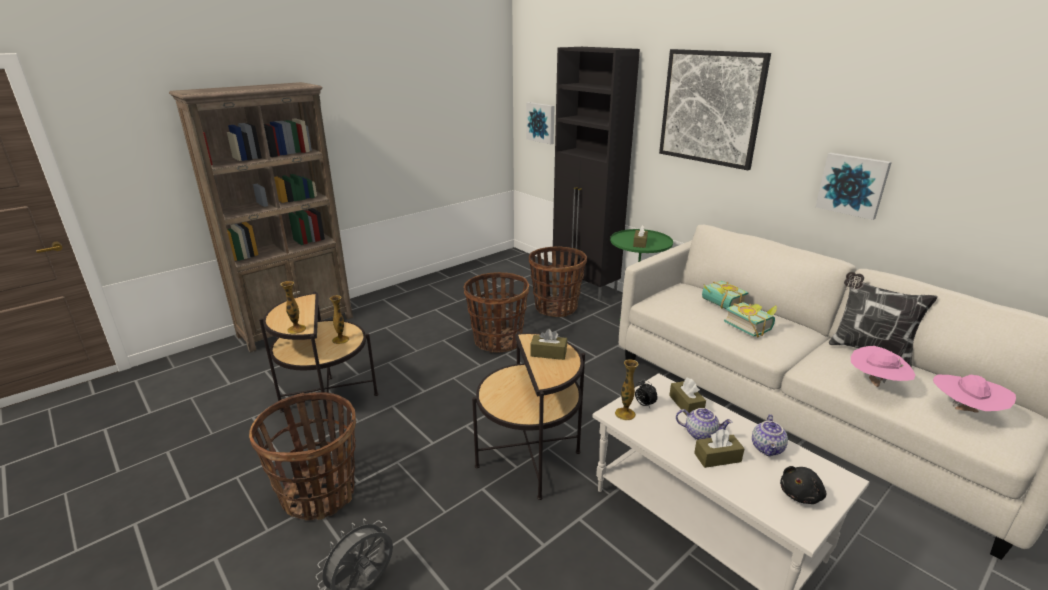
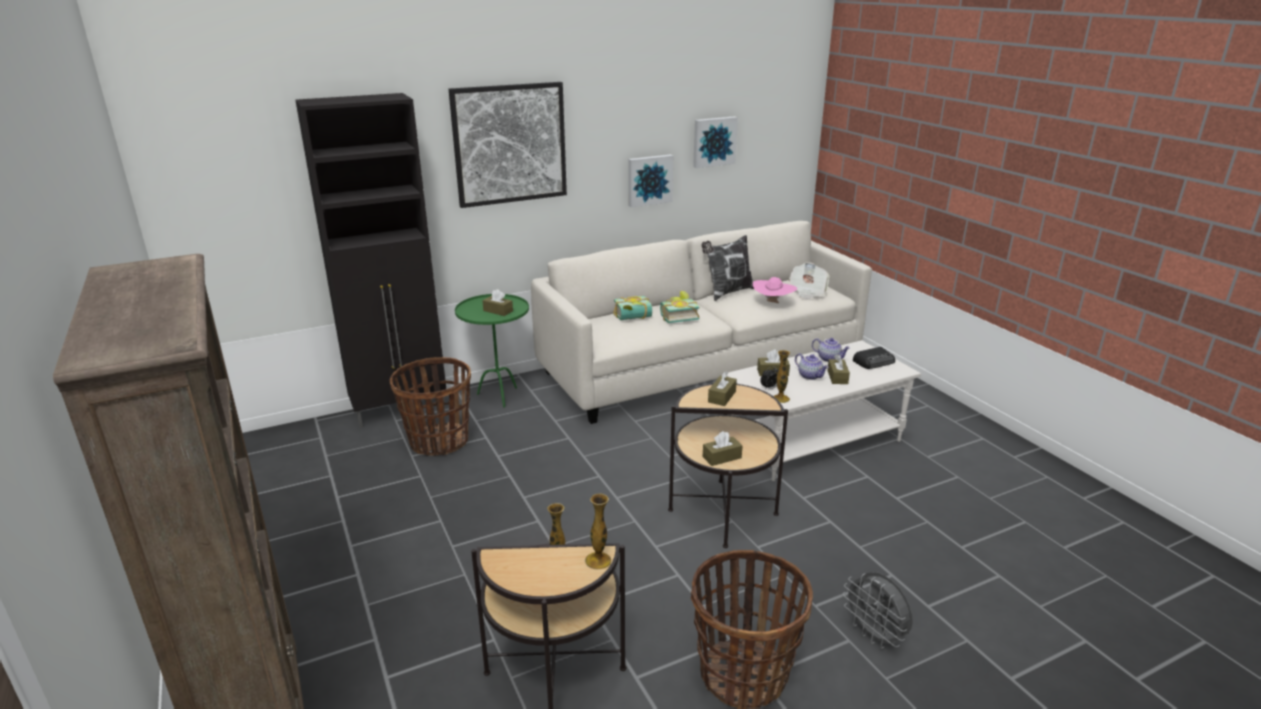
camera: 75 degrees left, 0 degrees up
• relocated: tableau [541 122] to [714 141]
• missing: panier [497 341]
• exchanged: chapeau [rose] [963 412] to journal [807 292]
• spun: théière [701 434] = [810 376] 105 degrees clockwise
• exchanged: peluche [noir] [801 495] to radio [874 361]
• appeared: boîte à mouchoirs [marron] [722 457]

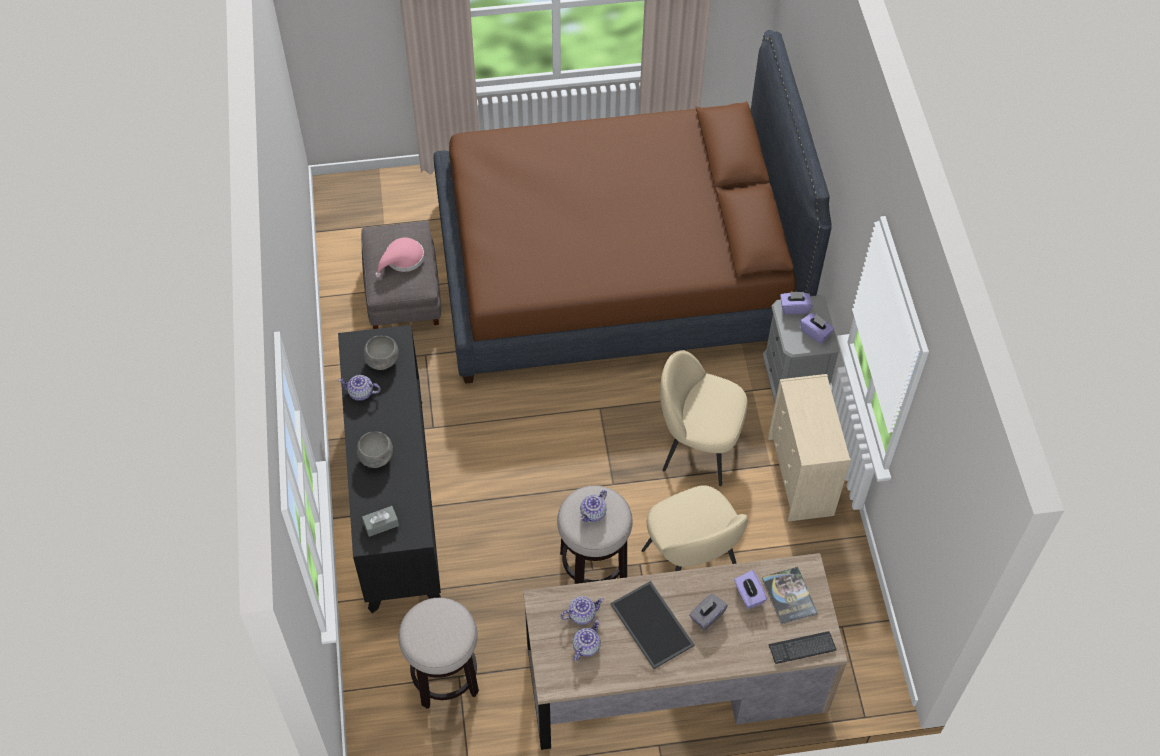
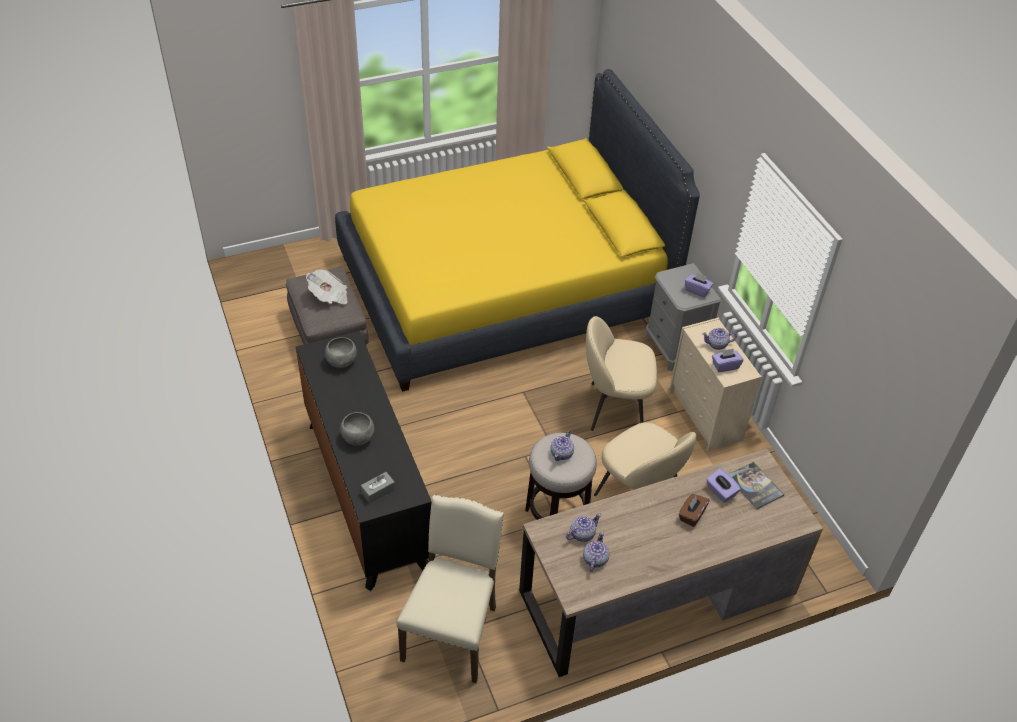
camera: 15 degrees left, 10 degrees down
• colour: lit [marron] [617 269] to lit [jaune] [505 288]
• exchanged: chapeau [rose] [402 260] to journal [329 296]
• relocated: boîte à mouchoirs [violet] [794 308] to [725 366]
• relocated: théière [361 393] to [717 344]
• missing: plateau [653 625]
• colour: boîte à mouchoirs [gris] [707 616] to boîte à mouchoirs [marron] [691 515]
• exchanged: tabouret [445 676] to chaise [beige] [452 632]
• missing: clavier [802 648]

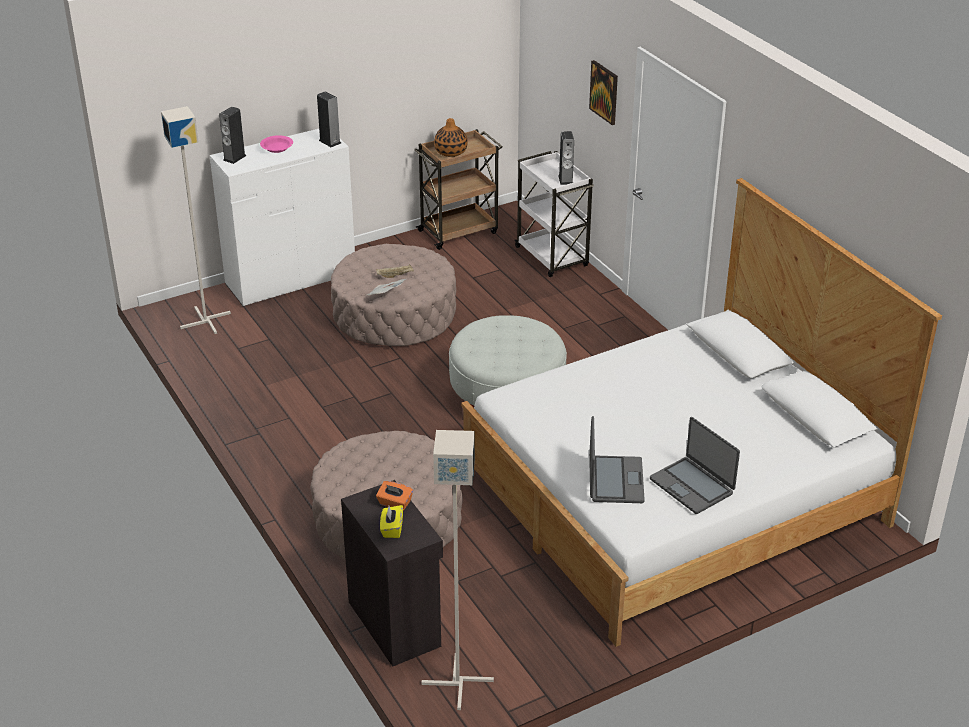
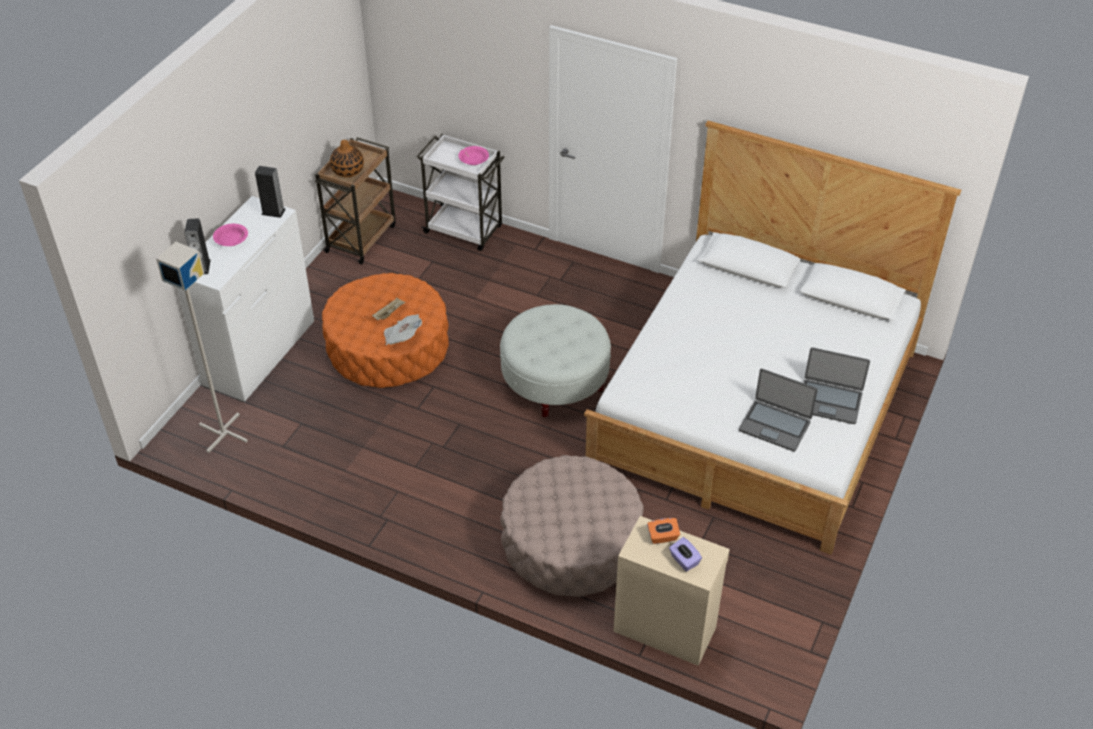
camera: 35 degrees left, 10 degrees up
• missing: tableau [604 92]
• exchanged: enceinte [565 179] to bol [rose] [473 159]
• colour: pouf [beige] [394 315] to pouf [orange] [388 347]
• spun: ordinateur portable [615 480] = [775 425] 150 degrees clockwise
• missing: lampadaire [gris] [456 682]
• colour: meuble de rangement [noir] [395 623] to meuble de rangement [beige] [664 628]
• colour: boîte à mouchoirs [jaune] [392 529] to boîte à mouchoirs [violet] [684 560]

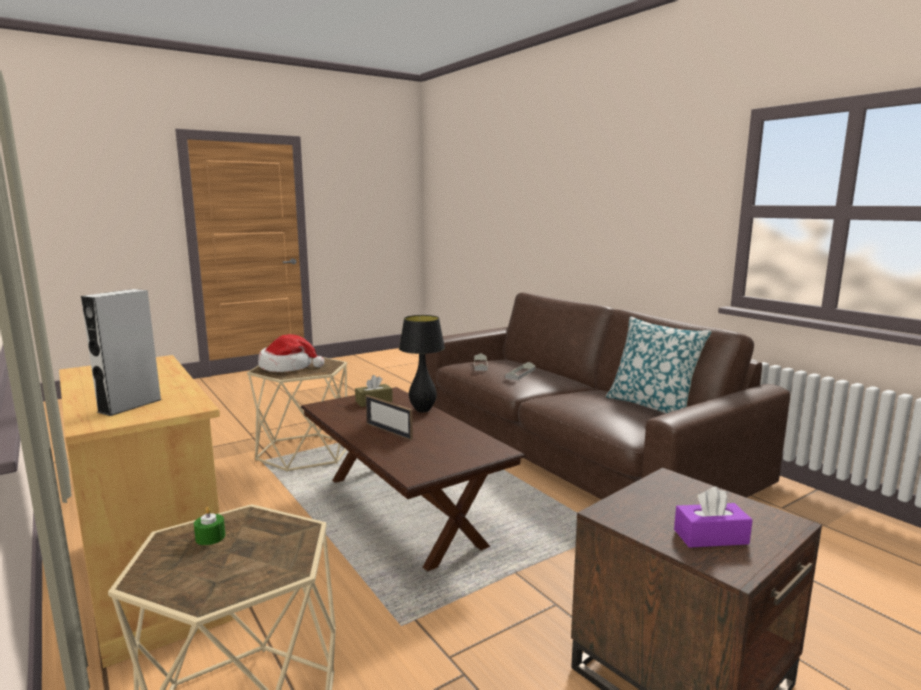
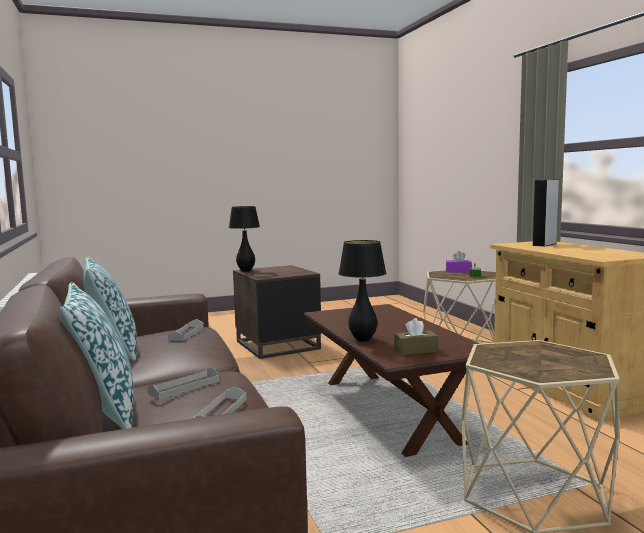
camera: 165 degrees left, 5 degrees down
• missing: chapeau [288 367]
• missing: cadre photo [388 431]
• relocated: boîte à mouchoirs [violet] [710 537] to [458 271]
• appeared: lampe de table [noir] [246 271]
• appeared: coussin [102 411]
• appeared: plateau [gris] [186 333]

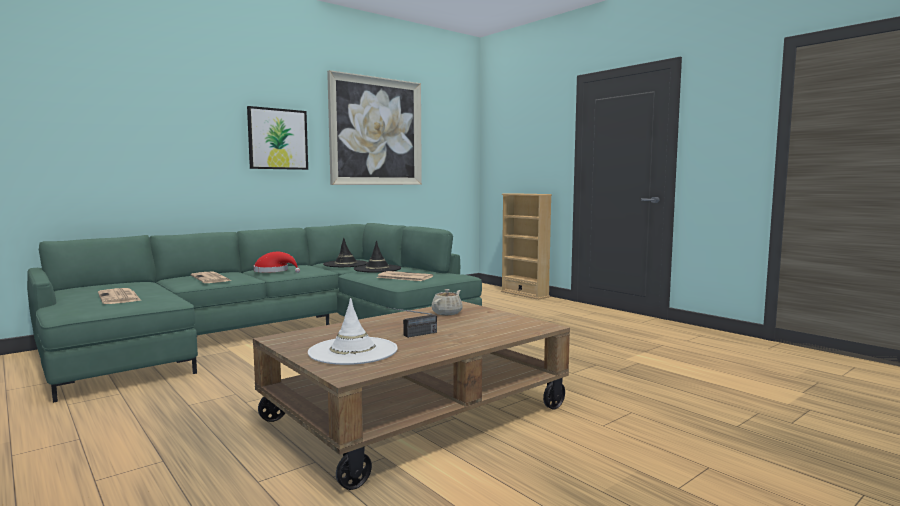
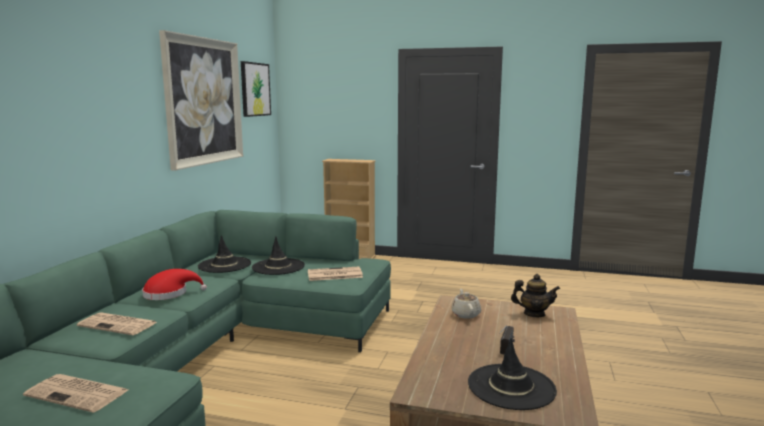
camera: 35 degrees left, 5 degrees up
• relocated: tableau [278 139] to [255 89]
• colour: chapeau [blanc] [353 351] to chapeau [noir] [511 387]
• appeared: théière [534 314]

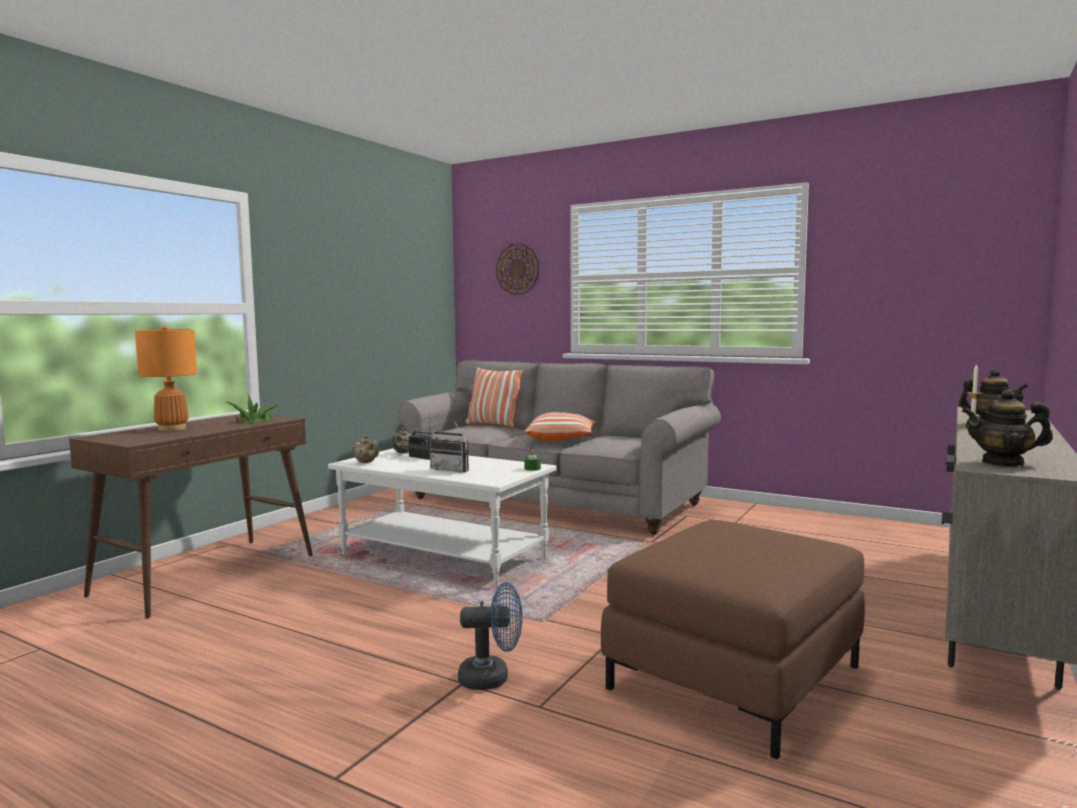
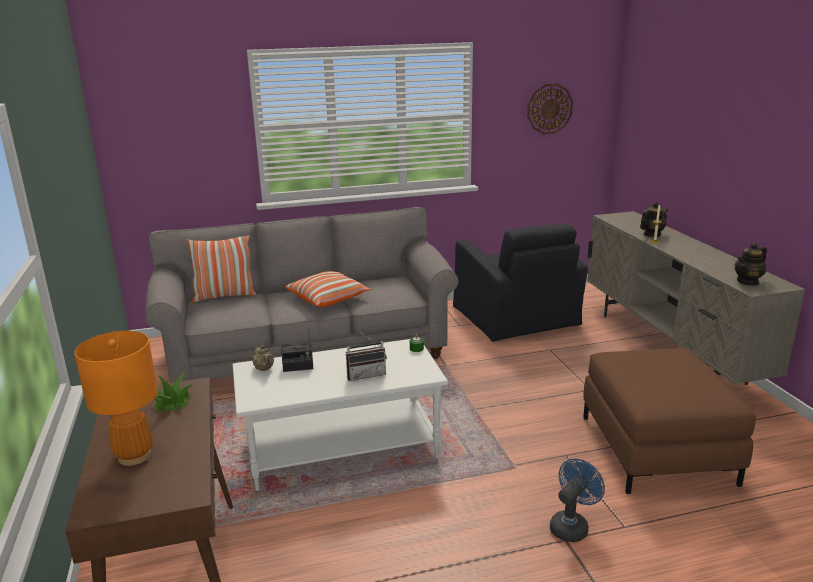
camera: 45 degrees left, 15 degrees up
• relocated: horloge murale [518 269] to [549 109]
• missing: théière [beige] [366 462]
• appeared: fauteuil [noir] [516 316]

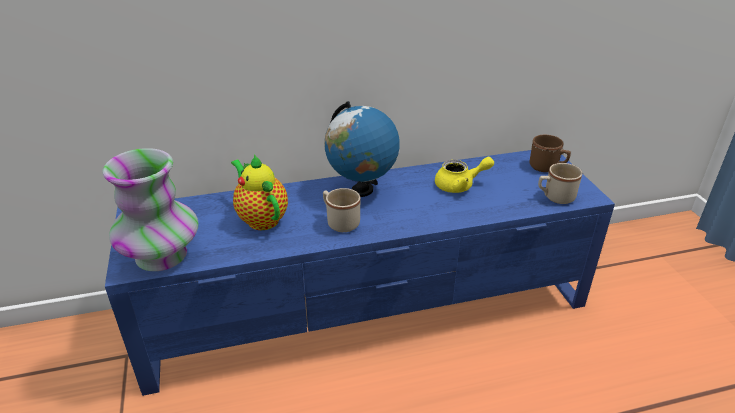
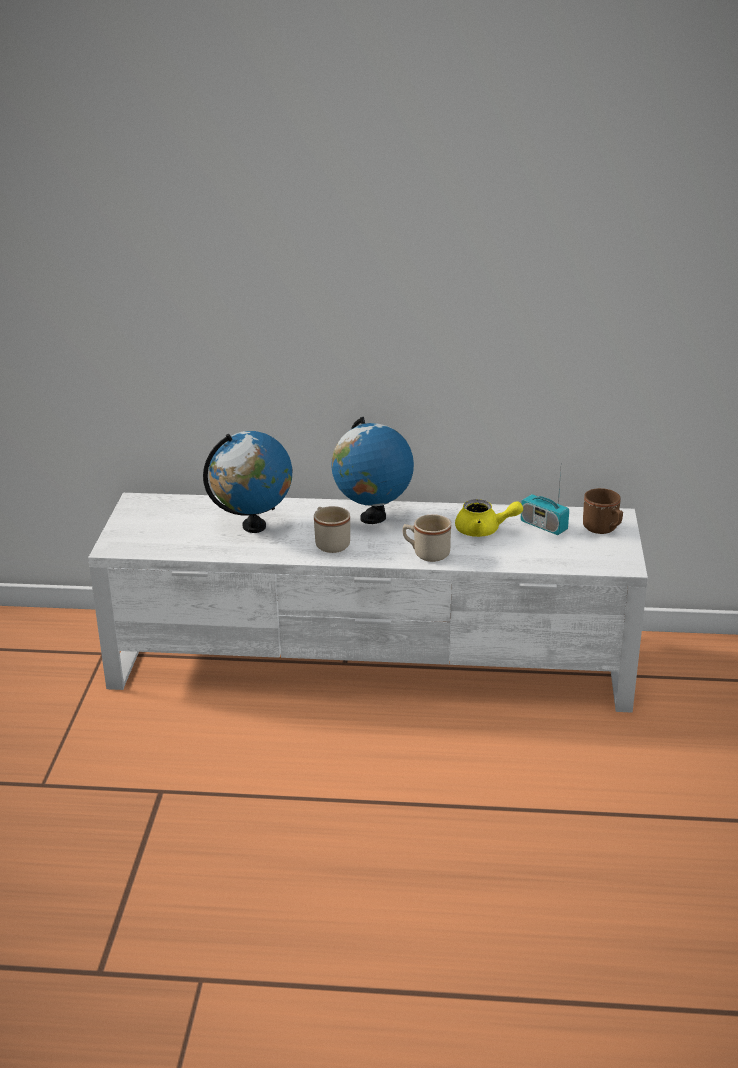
camera: 20 degrees right, 5 degrees down
• missing: vase [161 256]
• colour: meuble télé [bleu] [369 308] to meuble télé [blanc] [373 662]
• exchanged: théière [261 218] to globe [254 526]
• relocated: mug [beige] [555 197] to [426 553]
• appeared: radio [543 526]

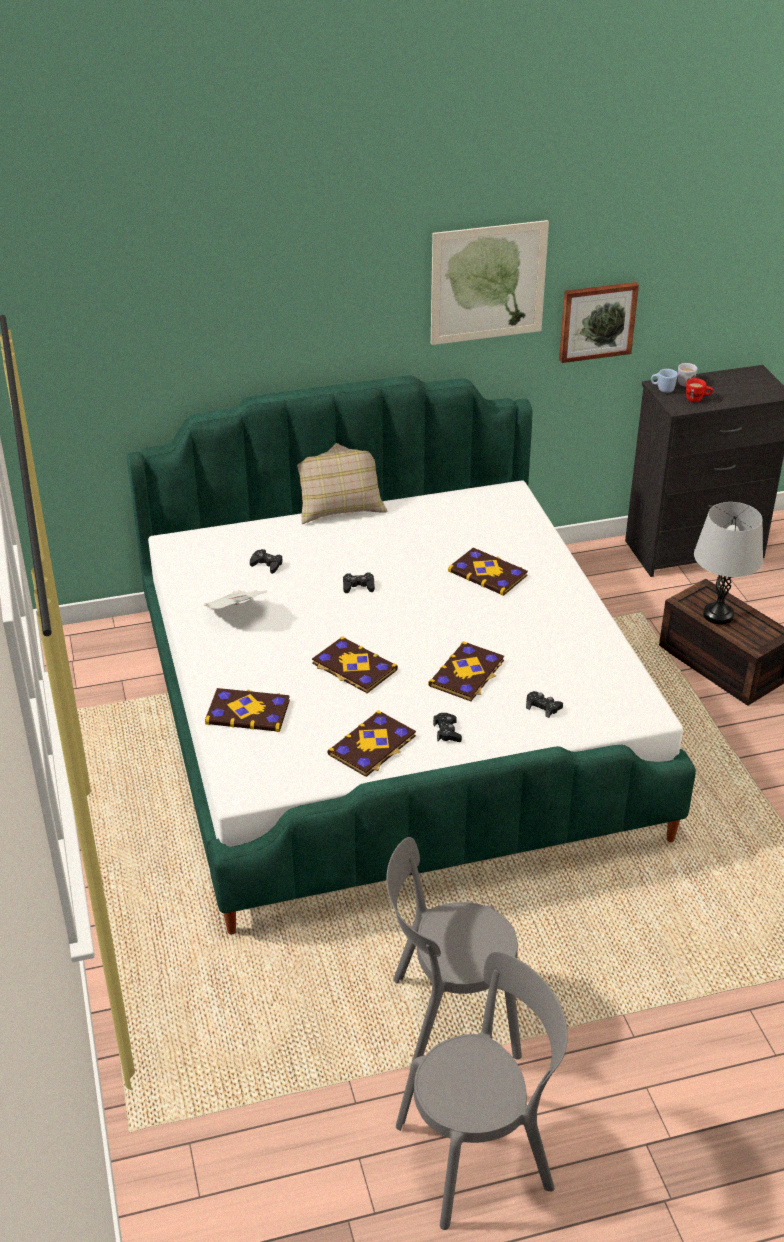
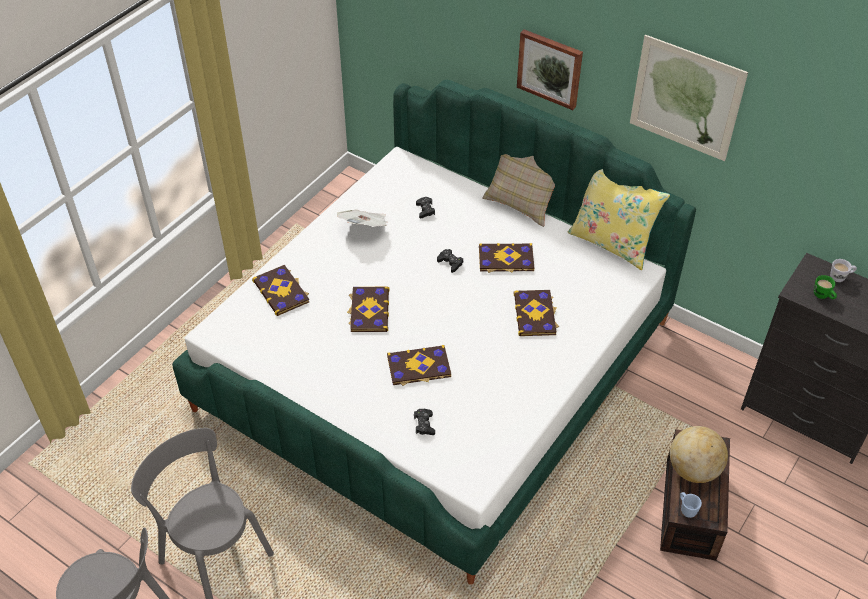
camera: 50 degrees right, 10 degrees up
• relocated: tableau [597 321] to [550 68]
• relocated: mug [bleu] [662 389] to [686 509]
• colour: mug [rouge] [697 399] to mug [vert] [823 296]
• exchanged: lampe de table [gris] [718 615] to globe [693 470]
• relocated: livre [373 746] to [506 259]
• missing: manette [noir] [447 732]
• appeared: coussin [jaune] [612 243]

